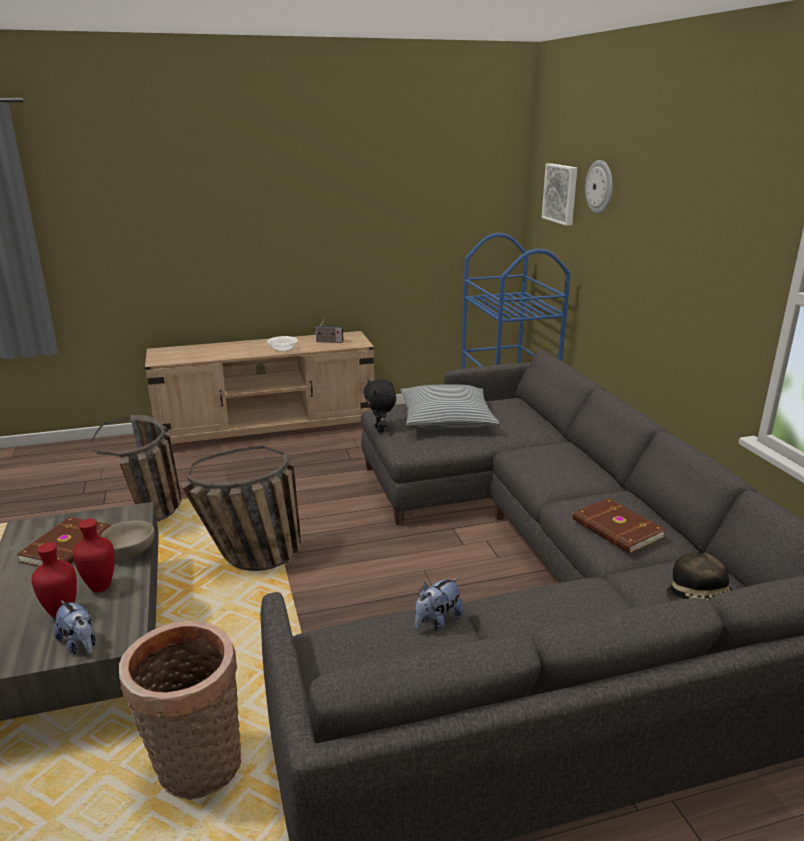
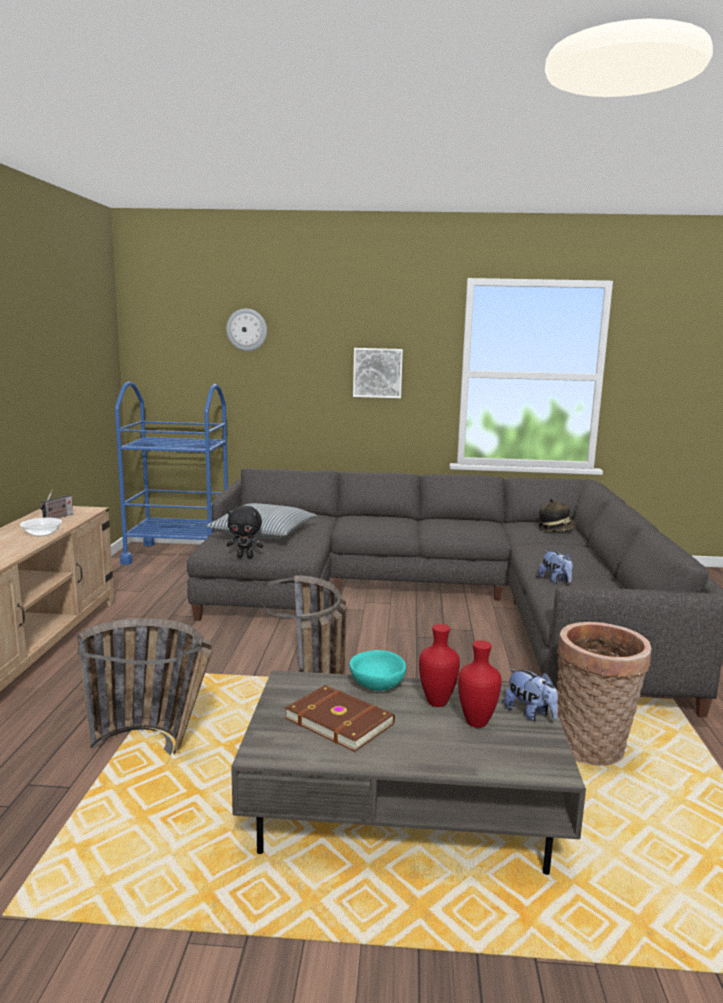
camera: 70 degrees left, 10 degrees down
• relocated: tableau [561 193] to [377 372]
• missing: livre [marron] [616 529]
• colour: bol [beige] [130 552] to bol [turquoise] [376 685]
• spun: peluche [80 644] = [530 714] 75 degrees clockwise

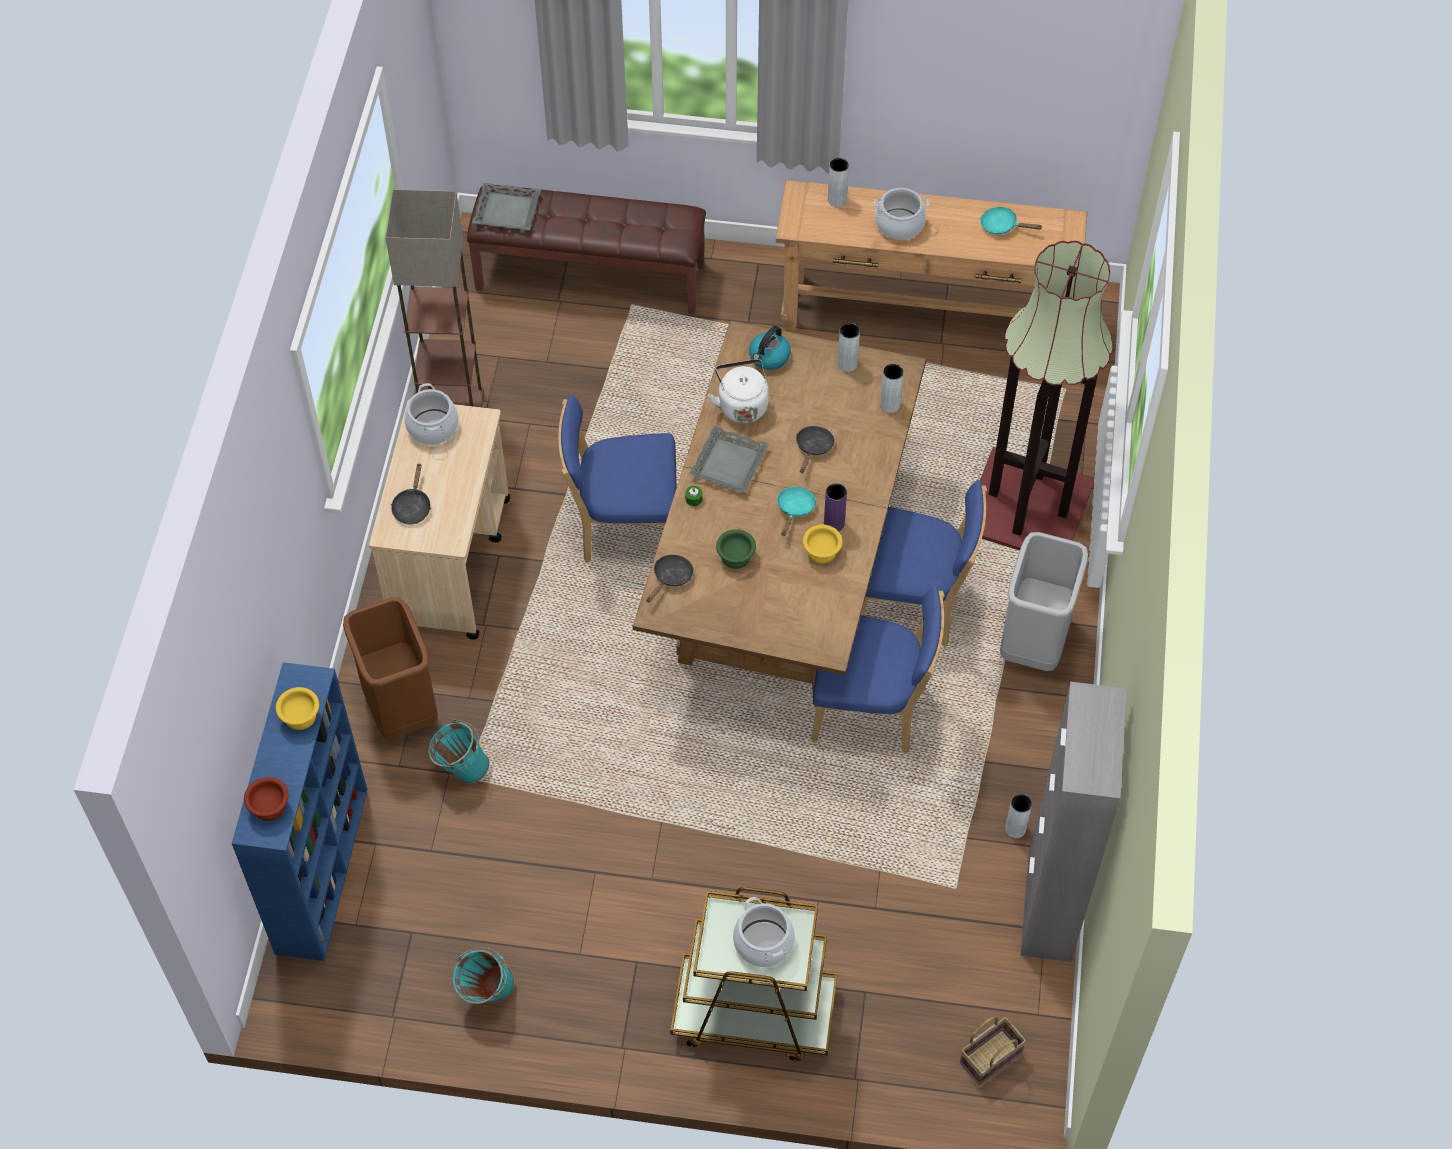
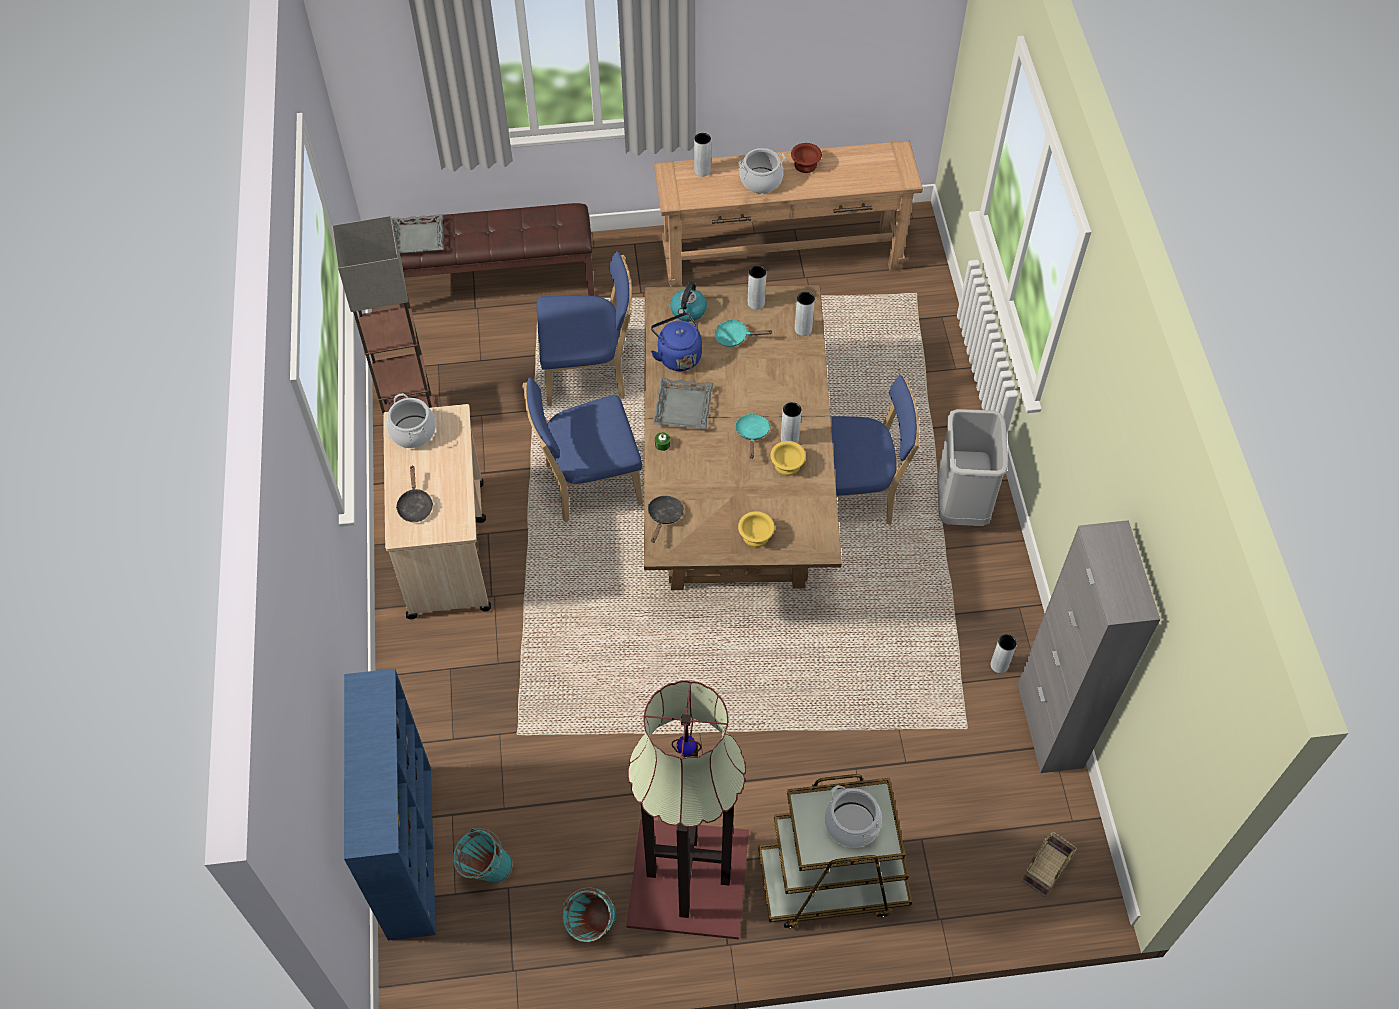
camera: 15 degrees left, 0 degrees up
• relocated: poêle [turquoise] [1002 226] to [735 337]
• relocated: lampadaire [1029 505] to [690 877]
• colour: bouilloire [blanc] [741 404] to bouilloire [bleu] [677 355]
• missing: poêle [noir] [813 448]
• colour: vase [violet] [834 524] to vase [gris] [789 439]
• missing: bol [vert] [737 557]
• relocated: chaise [bleu] [872 710] to [589 374]
• missing: poubelle [marron] [400 708]
• relocated: bol [jaune] [300 717] to [756 537]
• relocated: seau [turquoise] [461 769] to [485 870]
• relocated: bol [marron] [270 806] to [806 164]

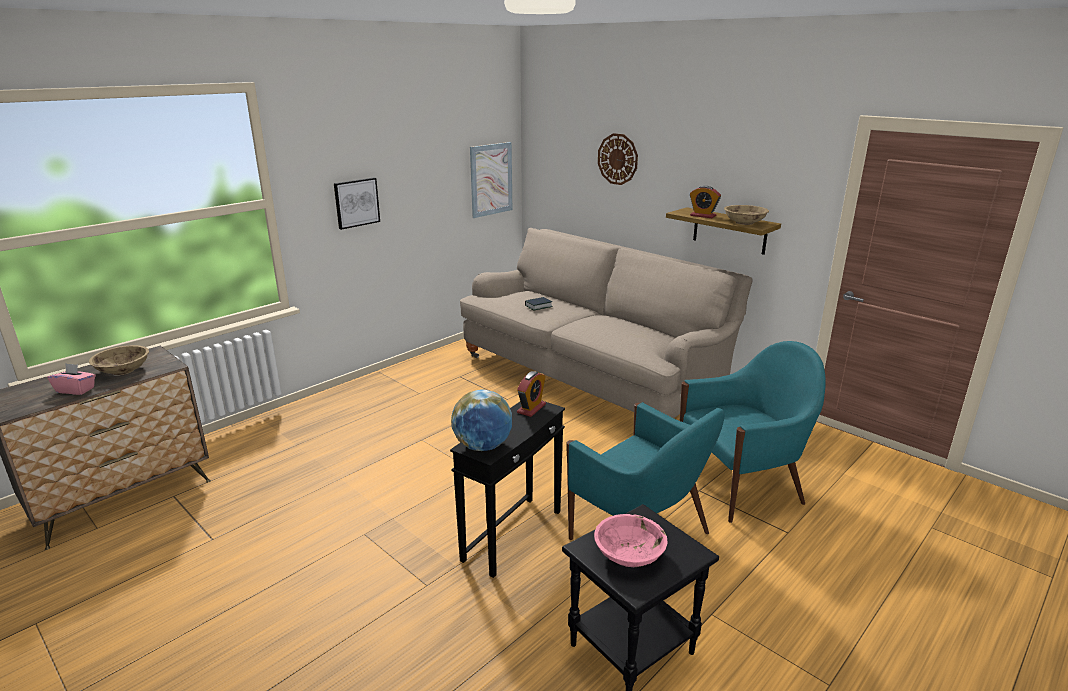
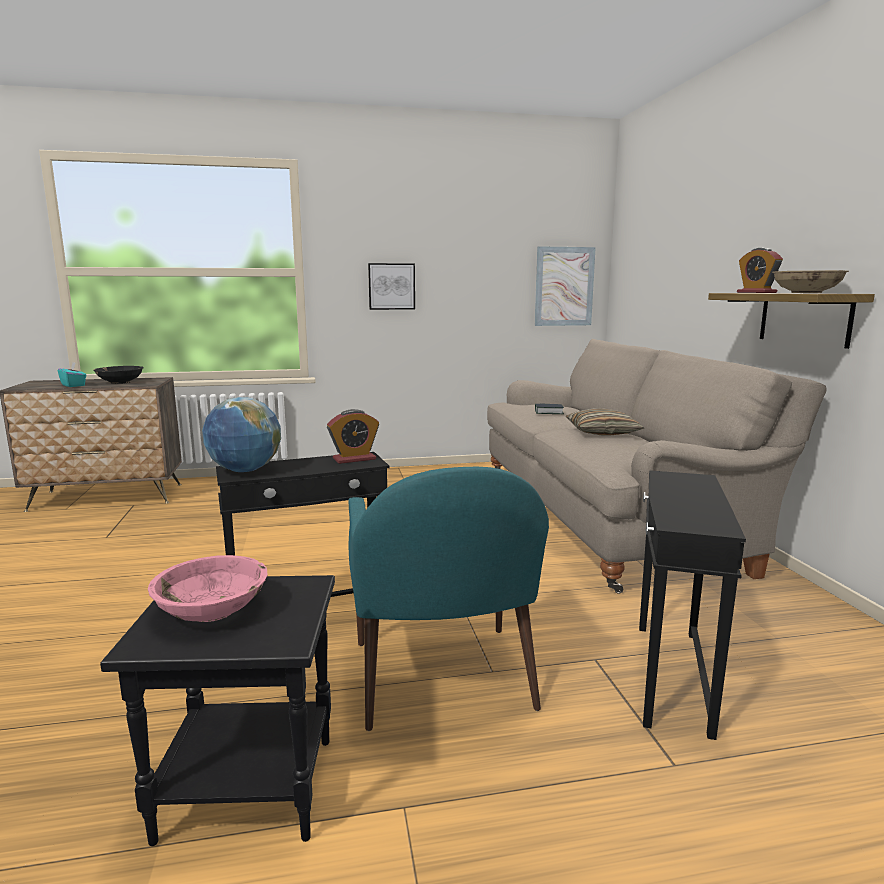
camera: 35 degrees right, 10 degrees down
• missing: horloge murale [617 159]
• exchanged: fauteuil [turquoise] [741 484] to table d'appoint [noir] [671 676]
• colour: bol [beige] [123 370] to bol [noir] [120 382]
• colour: boîte à mouchoirs [rose] [76 390] to boîte à mouchoirs [turquoise] [73 385]
• appeared: coussin [602 432]

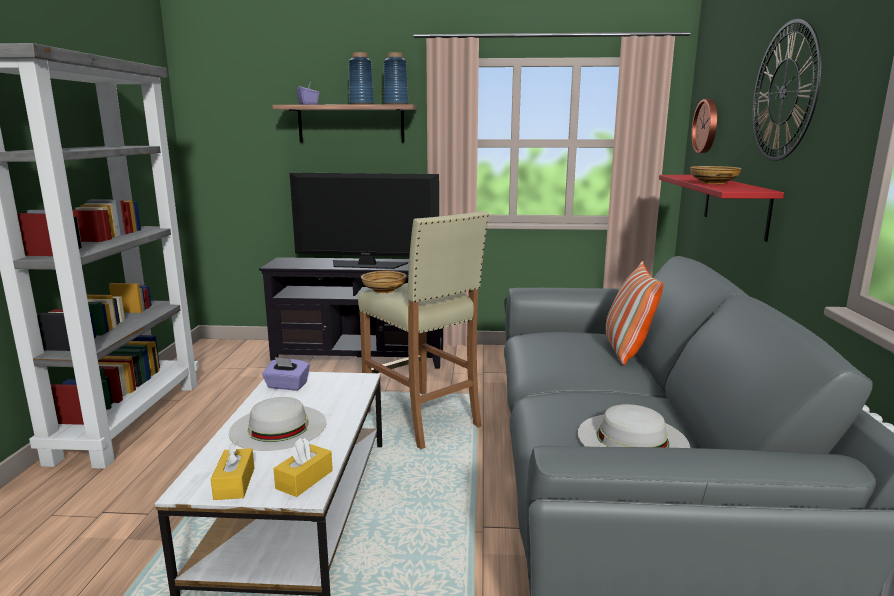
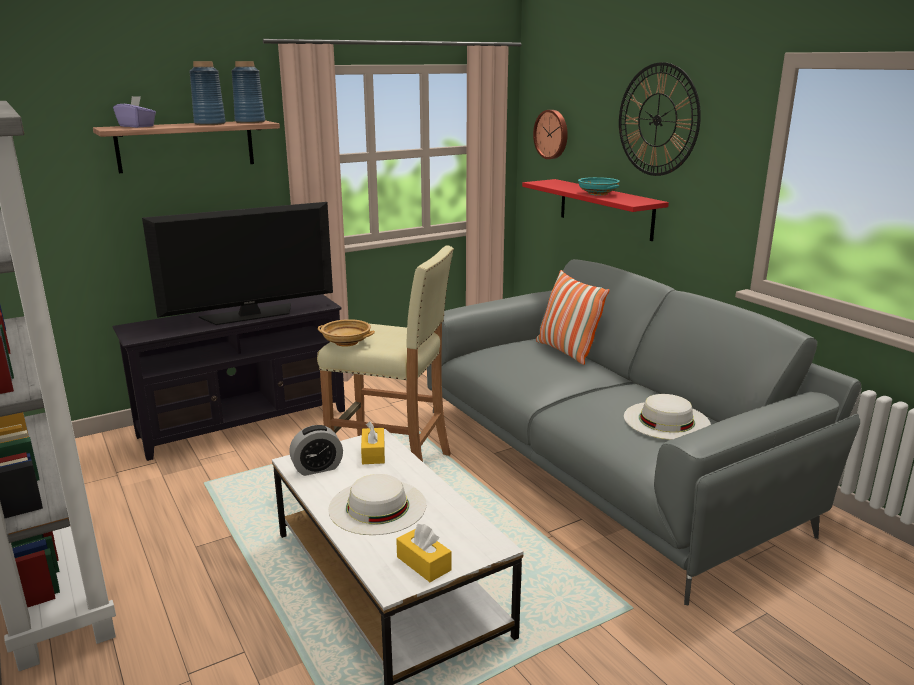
camera: 35 degrees left, 5 degrees up
• colour: bol [beige] [713 183] to bol [turquoise] [597 193]
• exchanged: boîte à mouchoirs [violet] [287 386] to réveil [317 468]
• relocated: boîte à mouchoirs [jaune] [304 479] to [373 453]

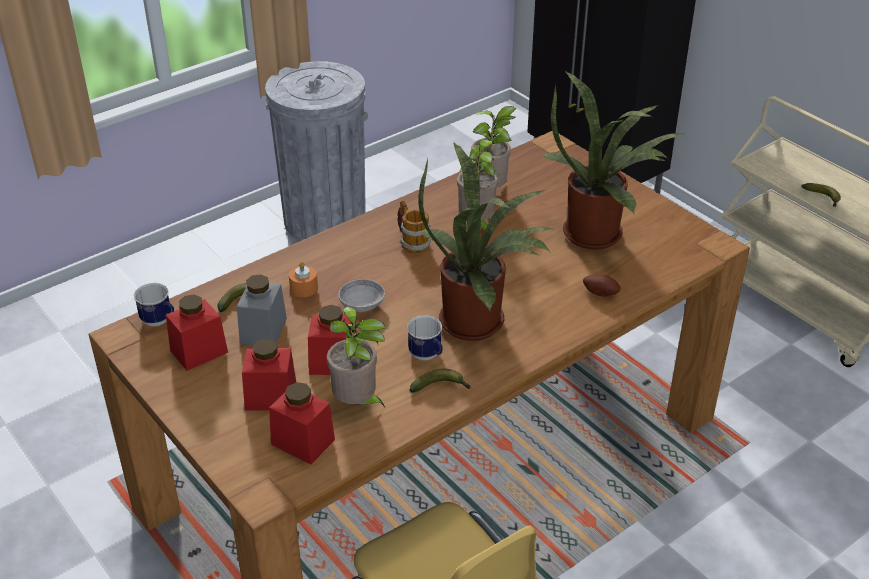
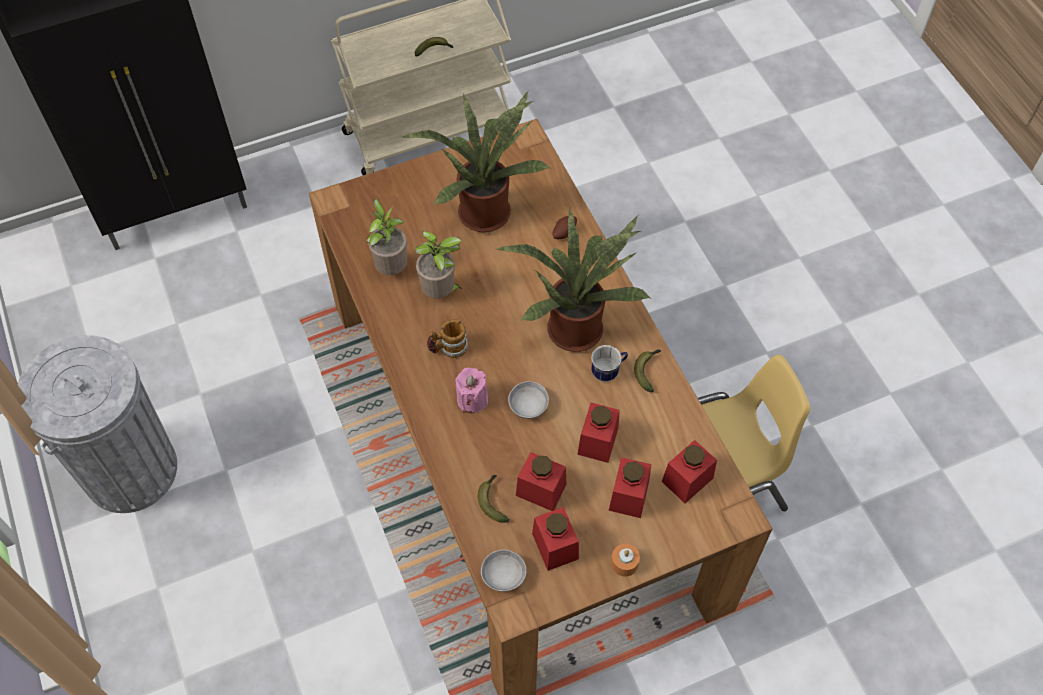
camera: 75 degrees left, 20 degrees up
• relocated: bougie [orange] [304 288] to [624 563]
• colour: bocal [gris] [263 331] to bocal [rouge] [541 490]
• exchanged: mug [160 321] to bol [gris] [503 576]
• missing: plante en pot [357 404]
• appeared: bougie [rose] [472 399]

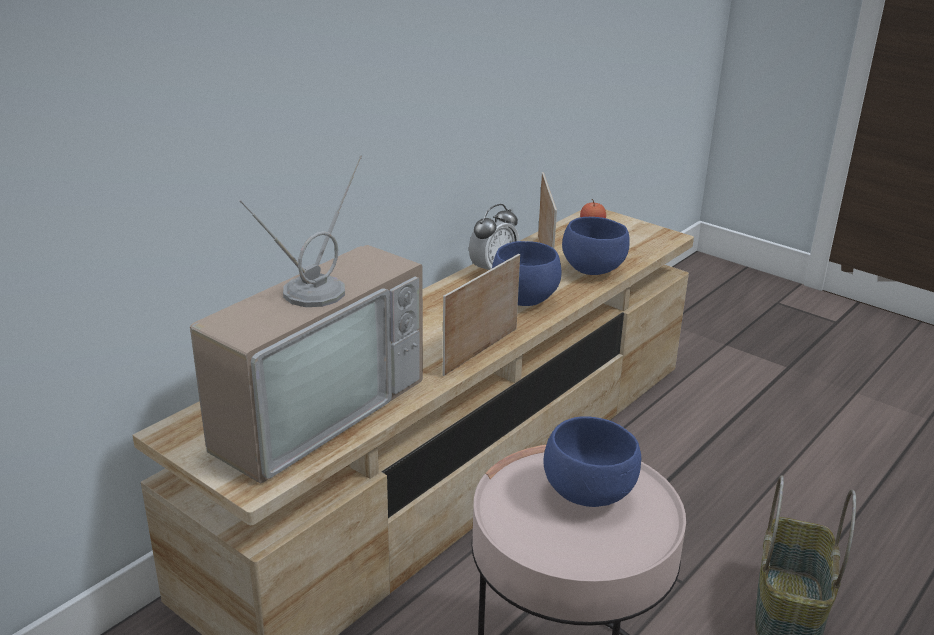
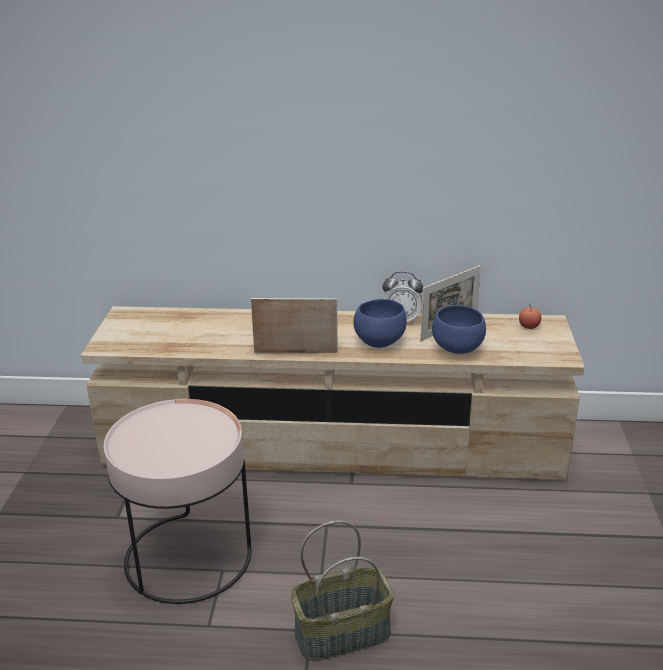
camera: 55 degrees right, 0 degrees up
• missing: téléviseur [311 408]
• missing: bol [bleu] [589 494]

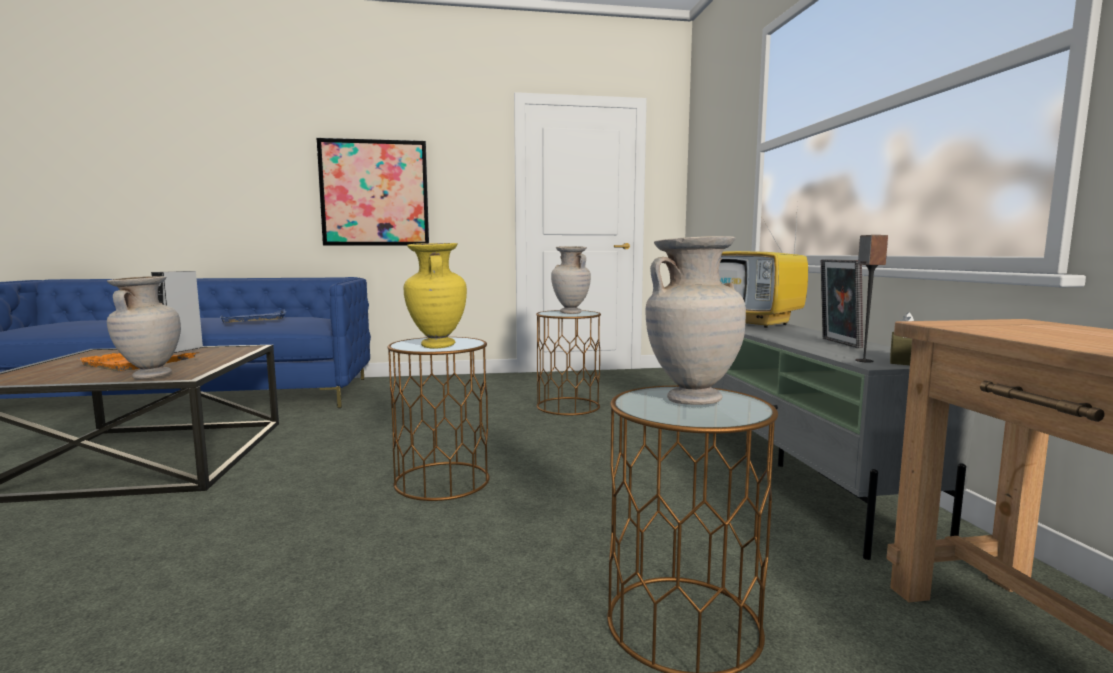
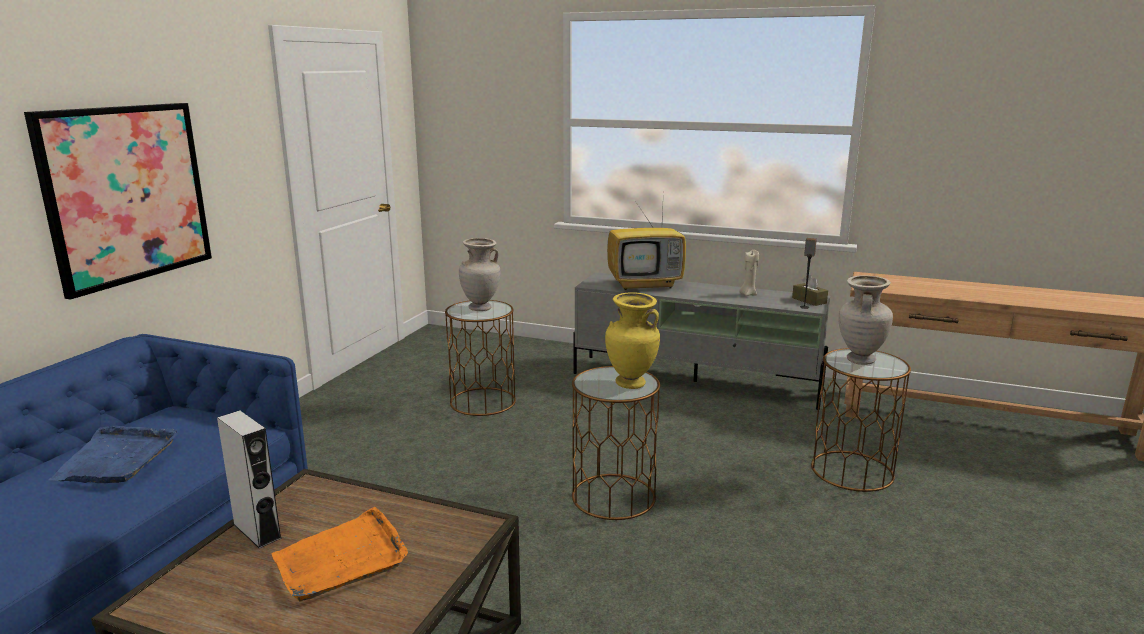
camera: 60 degrees left, 10 degrees up
• exchanged: cadre photo [837 343] to bougie [beige] [748 294]
• missing: vase [beige] [150 376]

